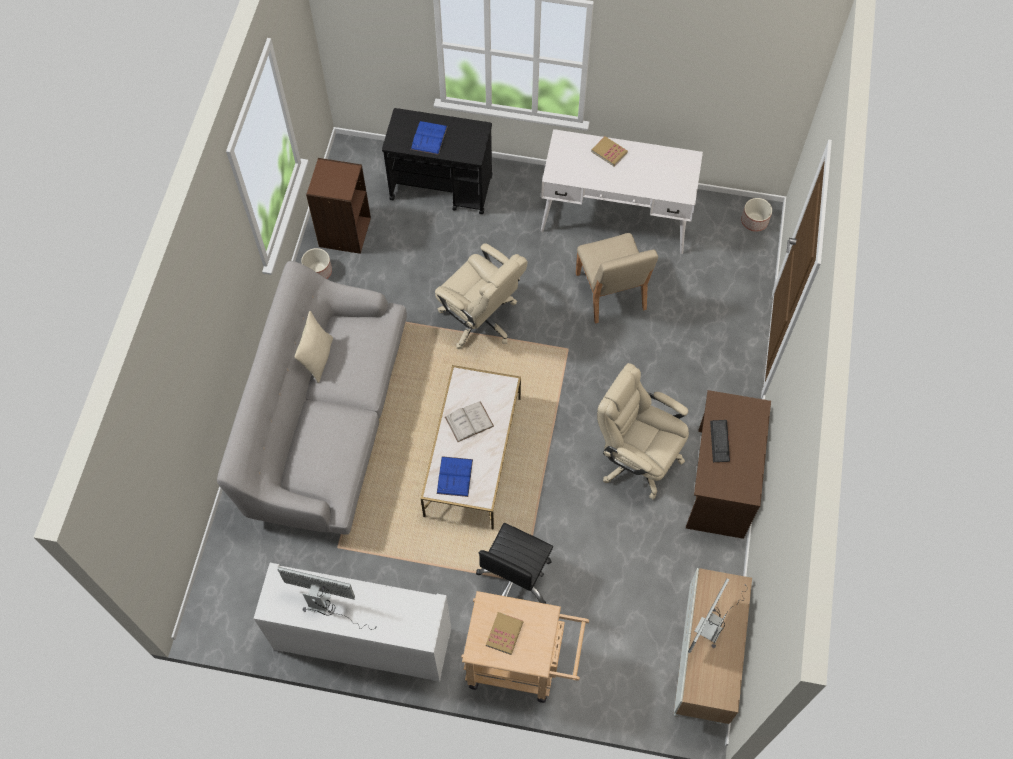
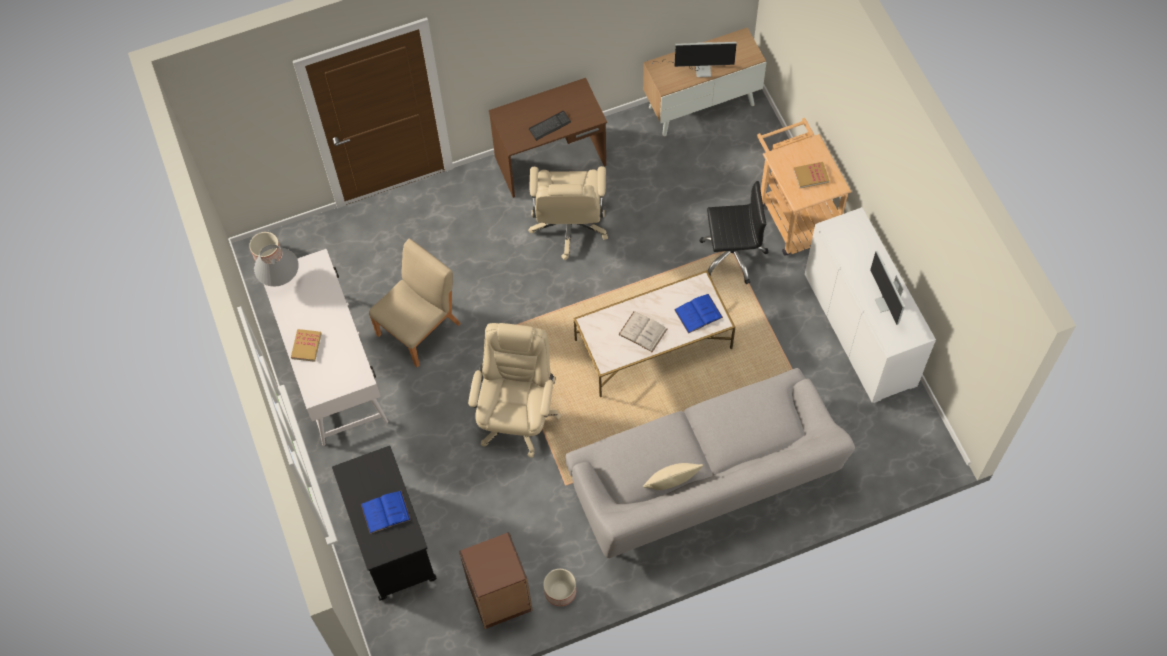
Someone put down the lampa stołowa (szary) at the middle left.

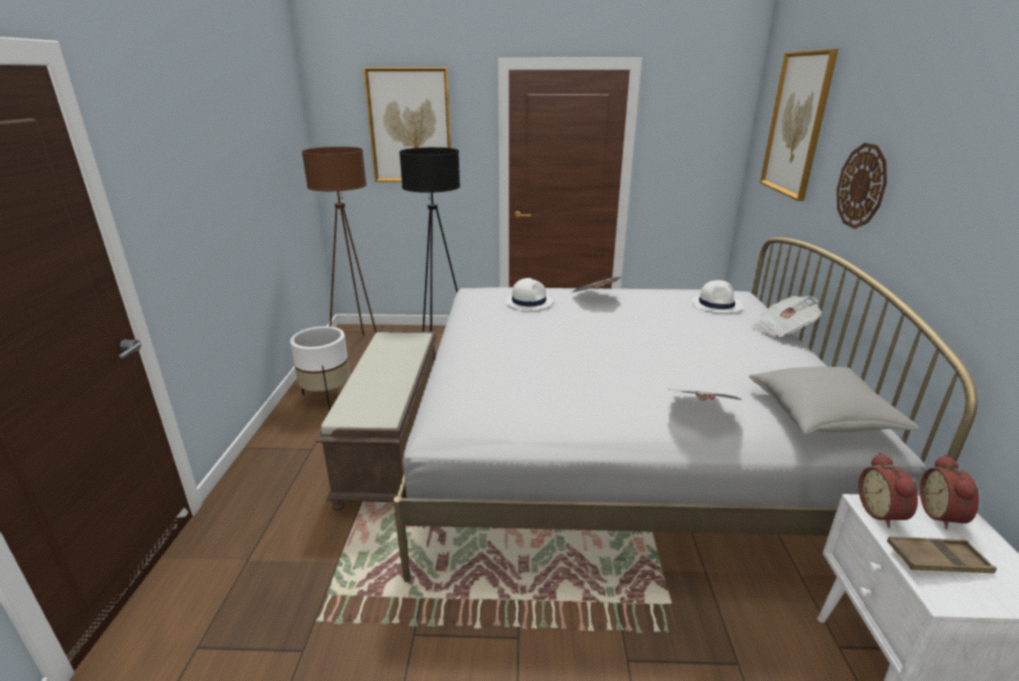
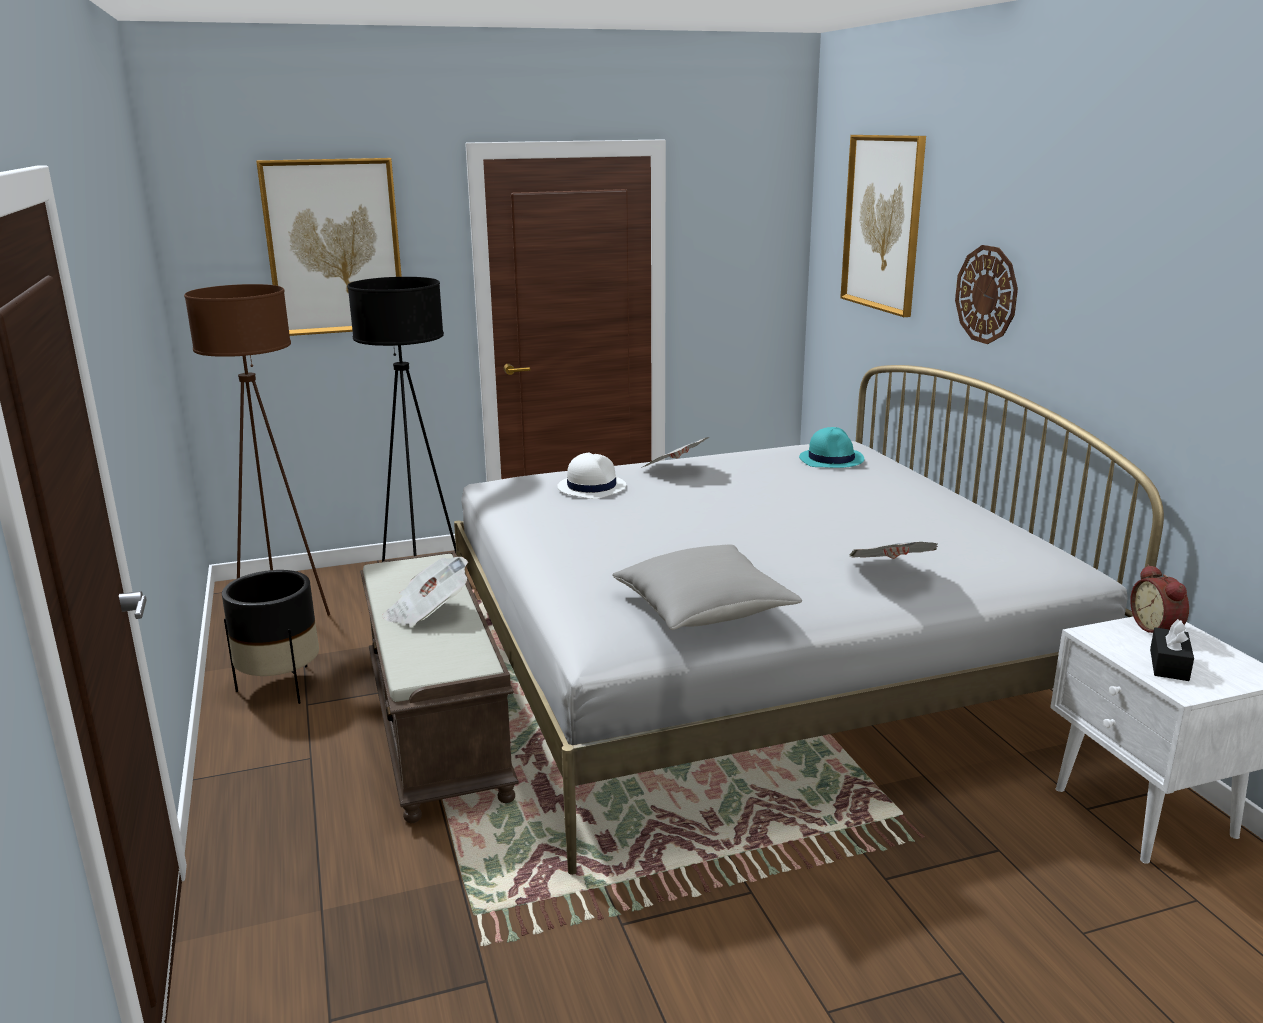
Someone took away the budzik (1st from left) at the bottom right. Someone carried the poduszka (szary) from the middle right to the centre. Someone carried the gazeta (3rd from left in the first image) from the middle right to the centre. Someone swapped the taca (brązowy) at the bottom right for the pudełko chusteczek (czarny) at the middle right. Someone repainted the donica (biały) at the middle left, which became the donica (czarny) at the middle left. Someone repainted the kapelusz (biały) (2nd from left) at the middle right, which became the kapelusz (turkusowy) at the centre.

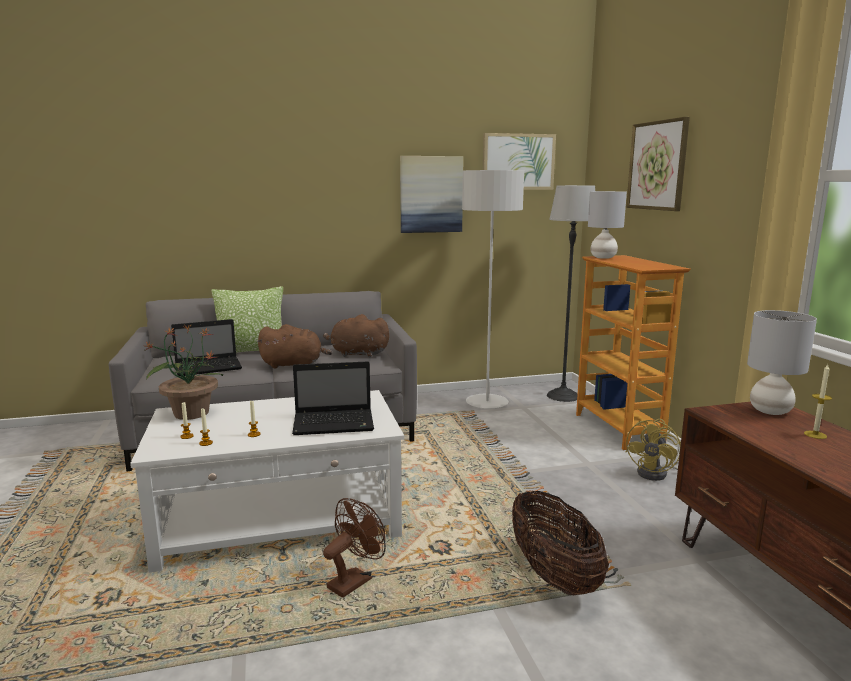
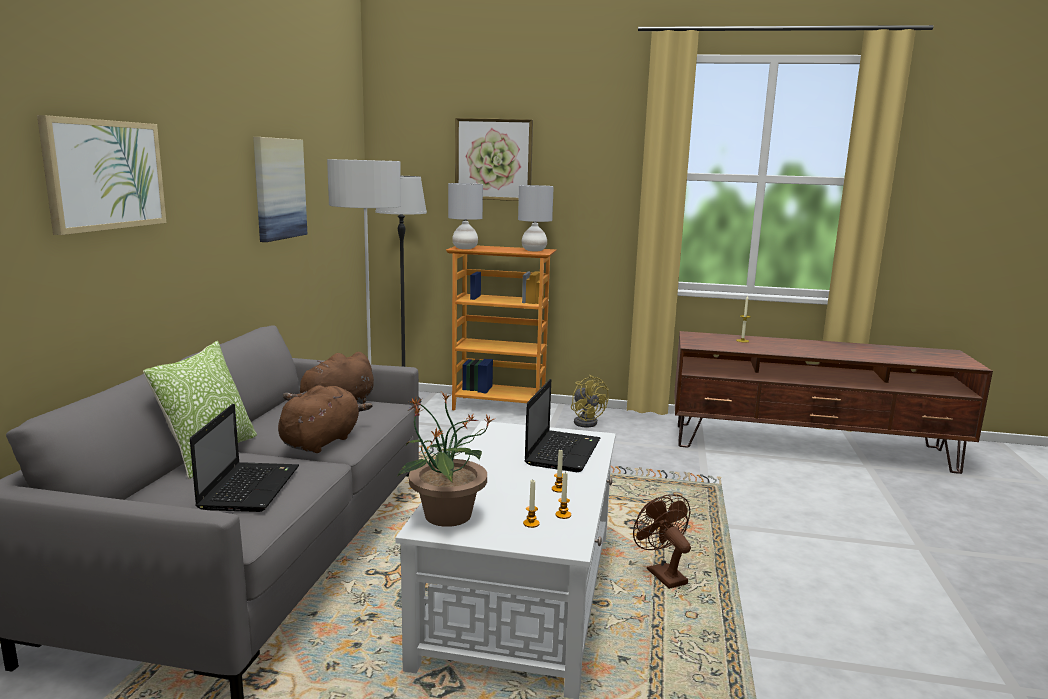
Someone took away the koszyk at the bottom centre. Someone carried the obraz (2nd from left in the first image) from the top centre to the top left. Someone carried the lampa stołowa (szary) (2nd from left) from the middle right to the top centre.

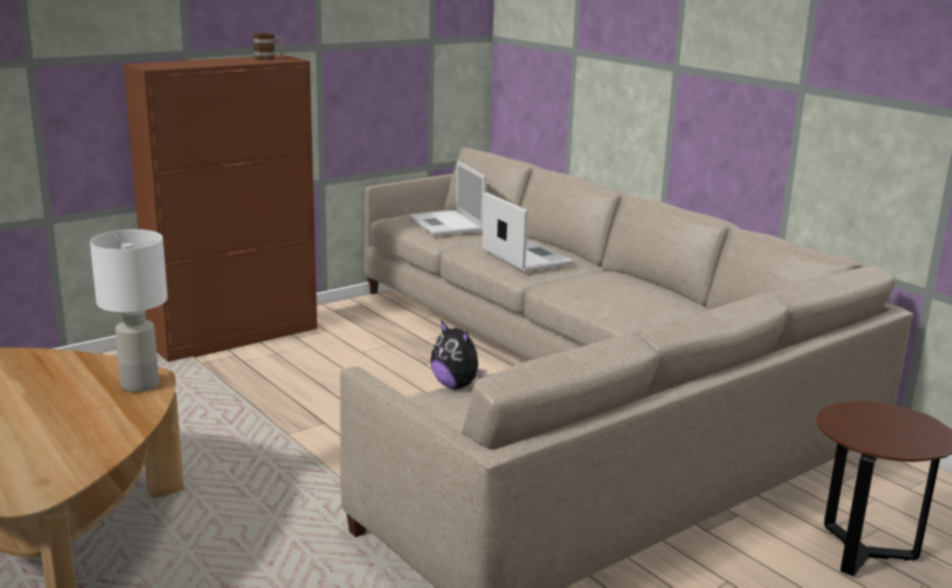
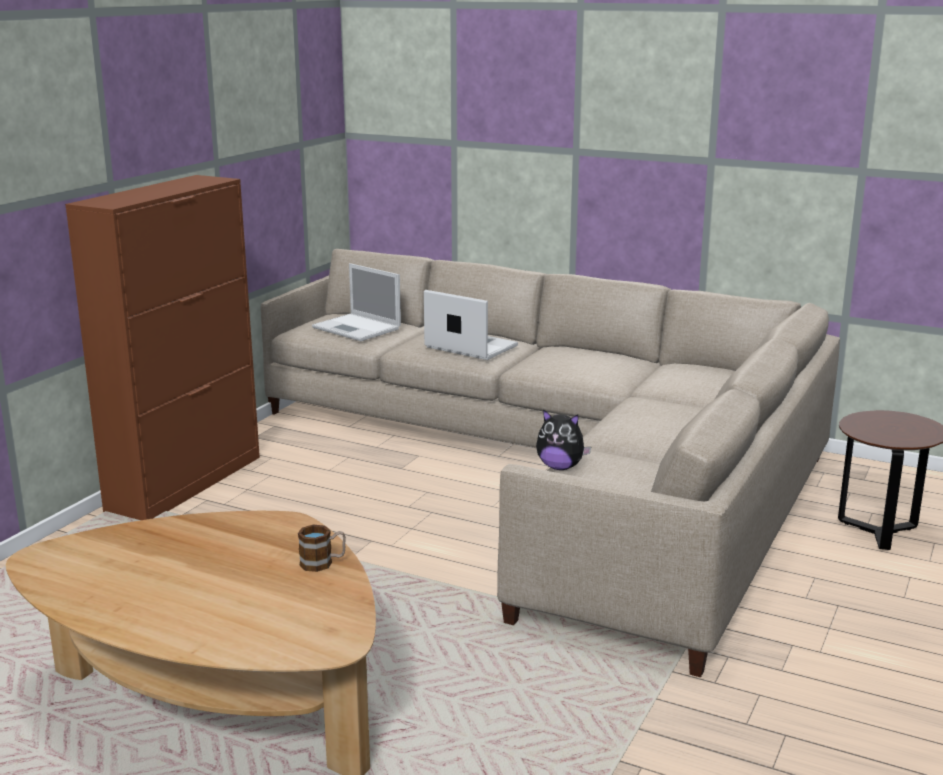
Someone took away the lampa stołowa (biały) at the middle left. Someone carried the kubek from the top left to the bottom centre.

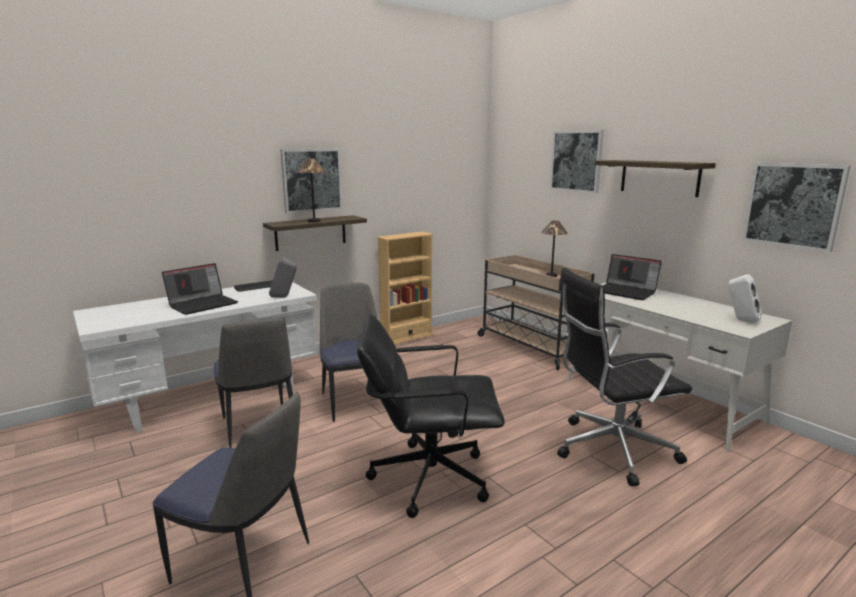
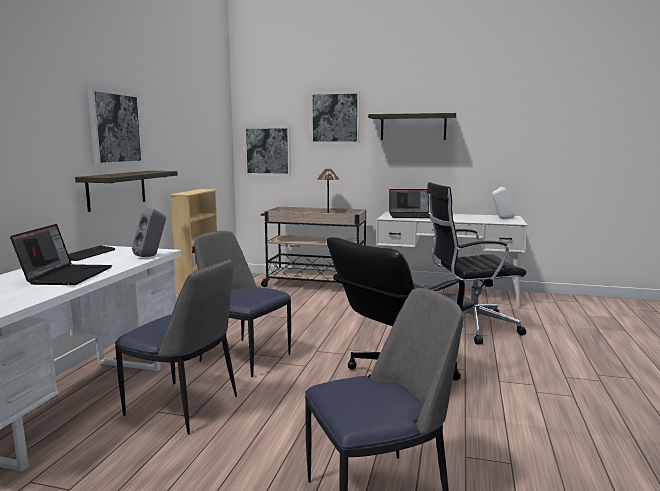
Someone took away the lampa stołowa (1st from left) at the top centre. Someone carried the obraz (3rd from left in the first image) from the middle right to the top centre. Someone rotated the krzesło biurowe (czarny) (2nd from left) at the middle right by 45 degrees clockwise.

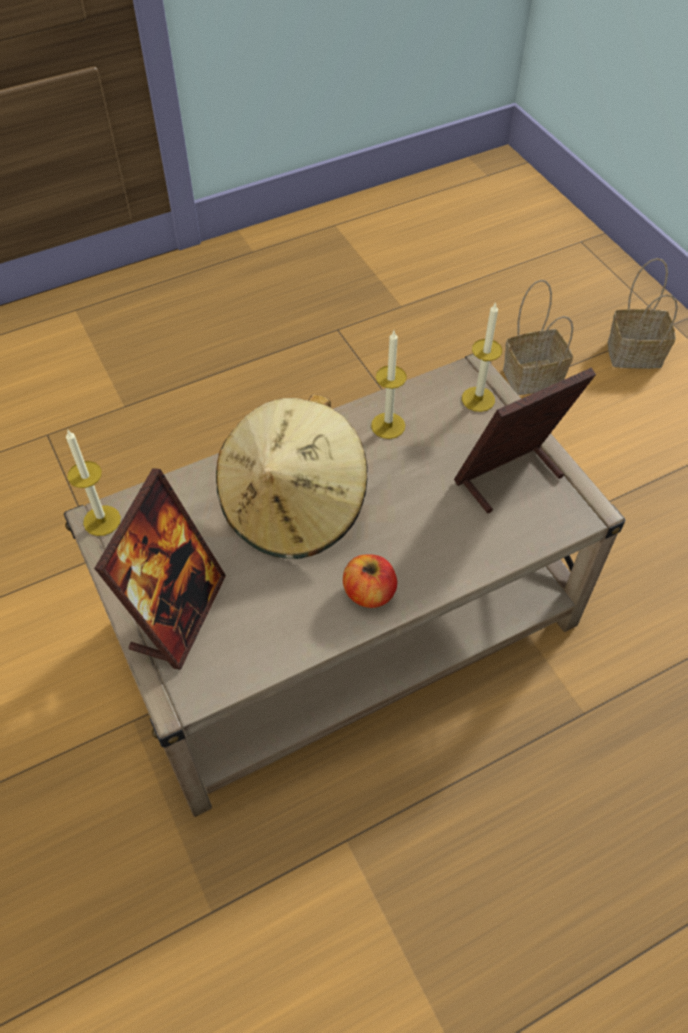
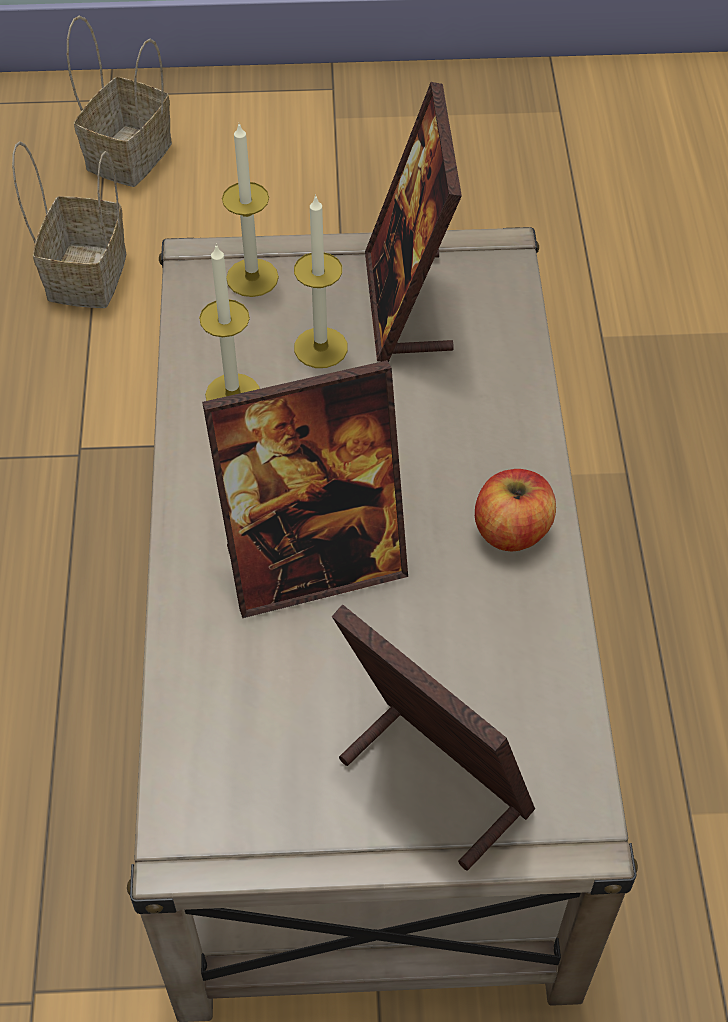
Someone carried the świeca (1st from left in the first image) from the middle left to the top centre. Someone swapped the kapelusz (beżowy) at the centre for the ramka na zdjęcie (1st from left) at the centre.

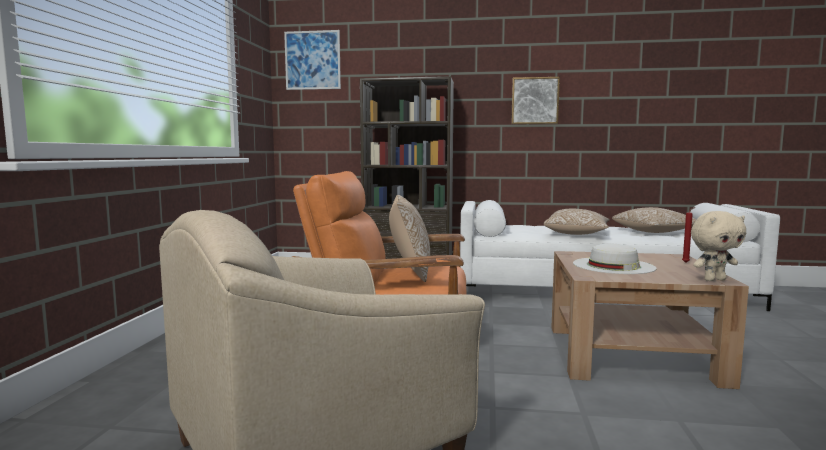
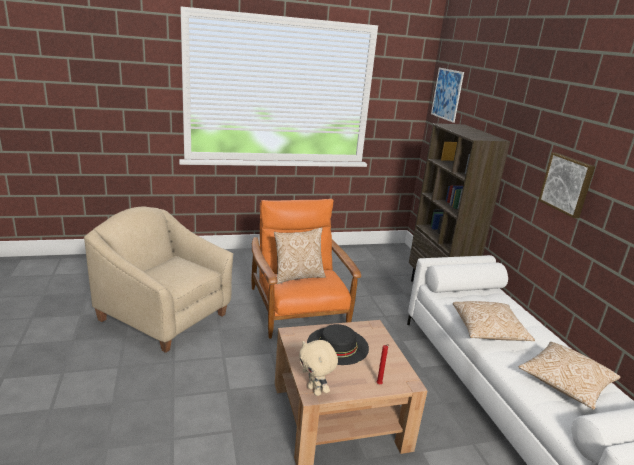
Someone repainted the kapelusz (biały) at the middle right, which became the kapelusz (czarny) at the bottom centre.

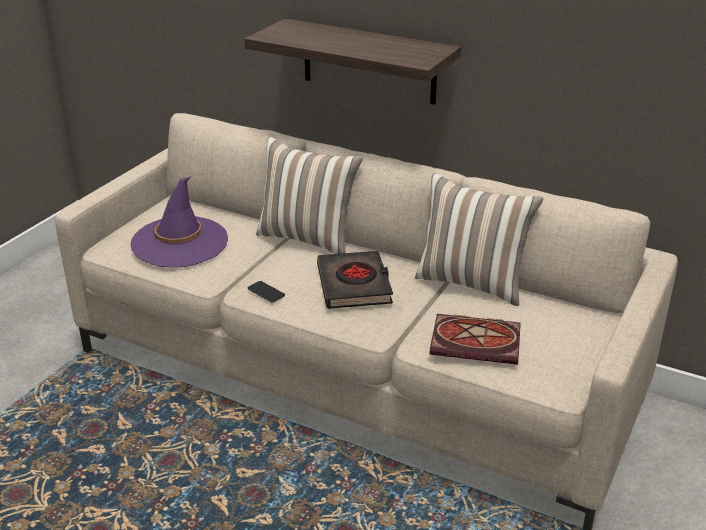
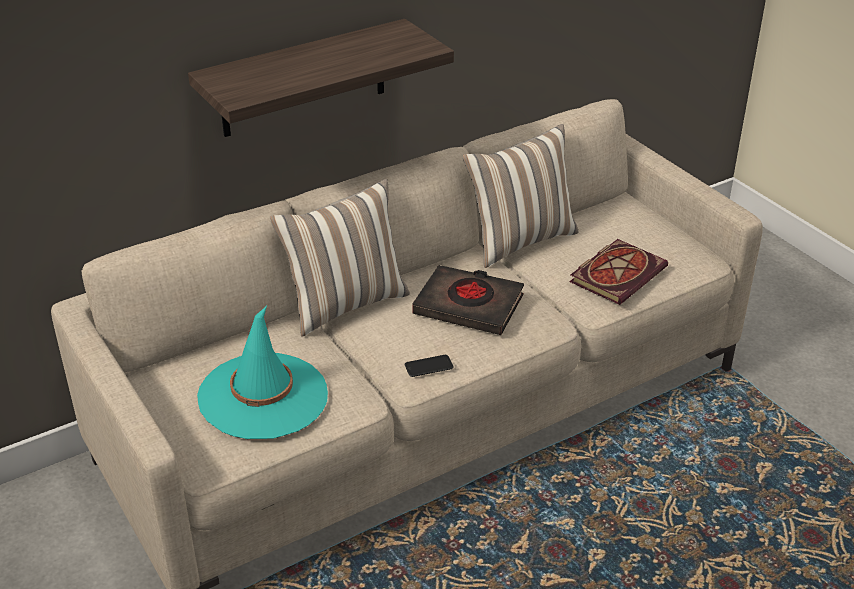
Someone repainted the kapelusz (fioletowy) at the middle left, which became the kapelusz (turkusowy) at the middle left.

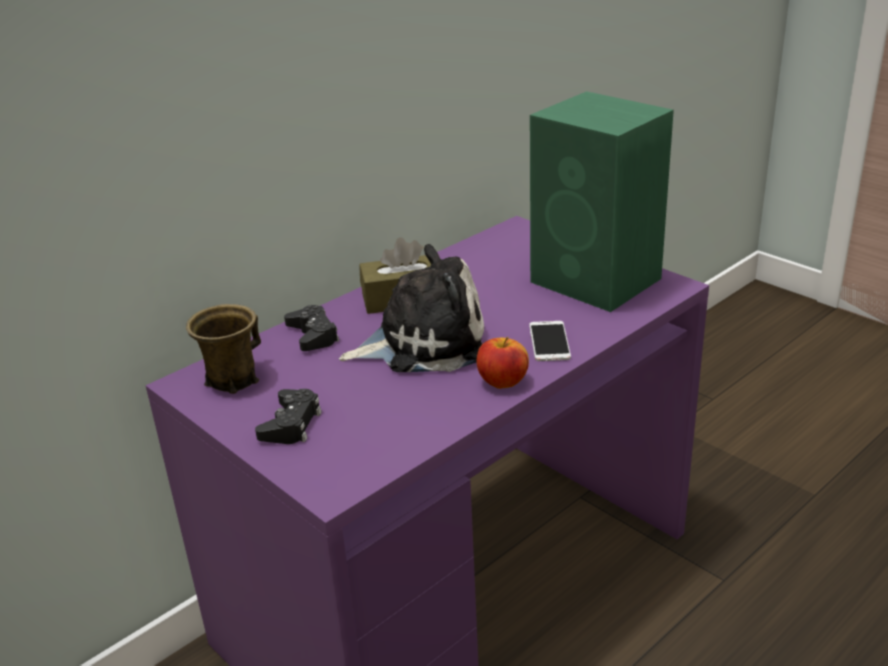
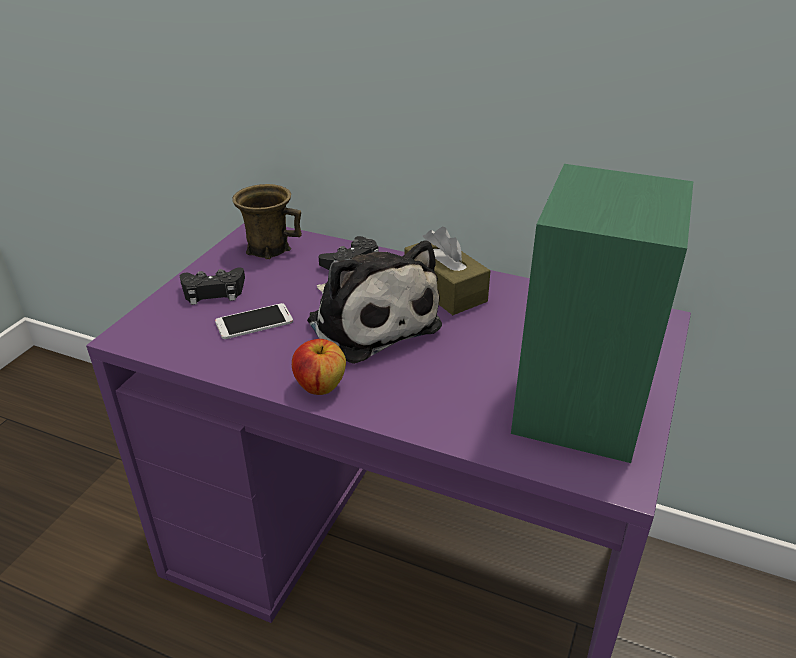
Someone carried the telefon from the centre to the middle left.

